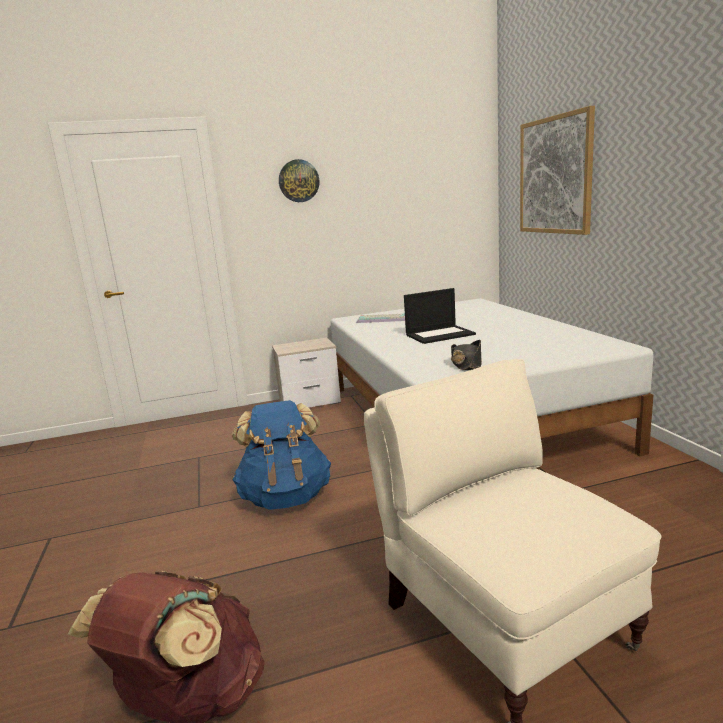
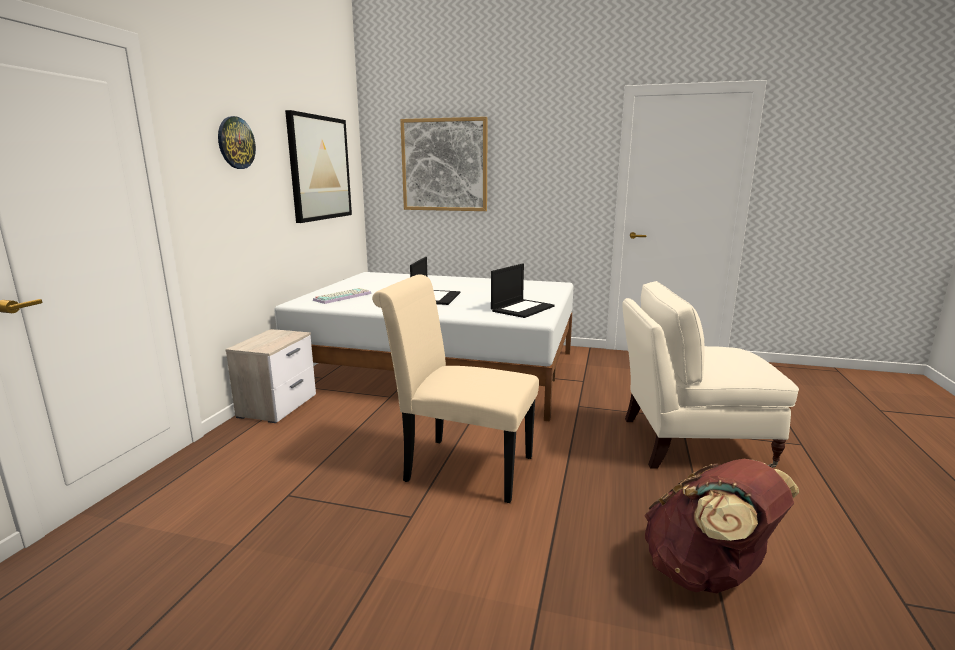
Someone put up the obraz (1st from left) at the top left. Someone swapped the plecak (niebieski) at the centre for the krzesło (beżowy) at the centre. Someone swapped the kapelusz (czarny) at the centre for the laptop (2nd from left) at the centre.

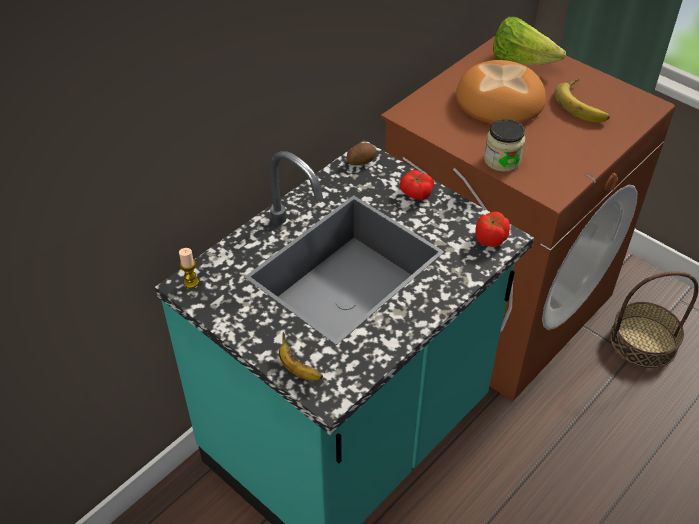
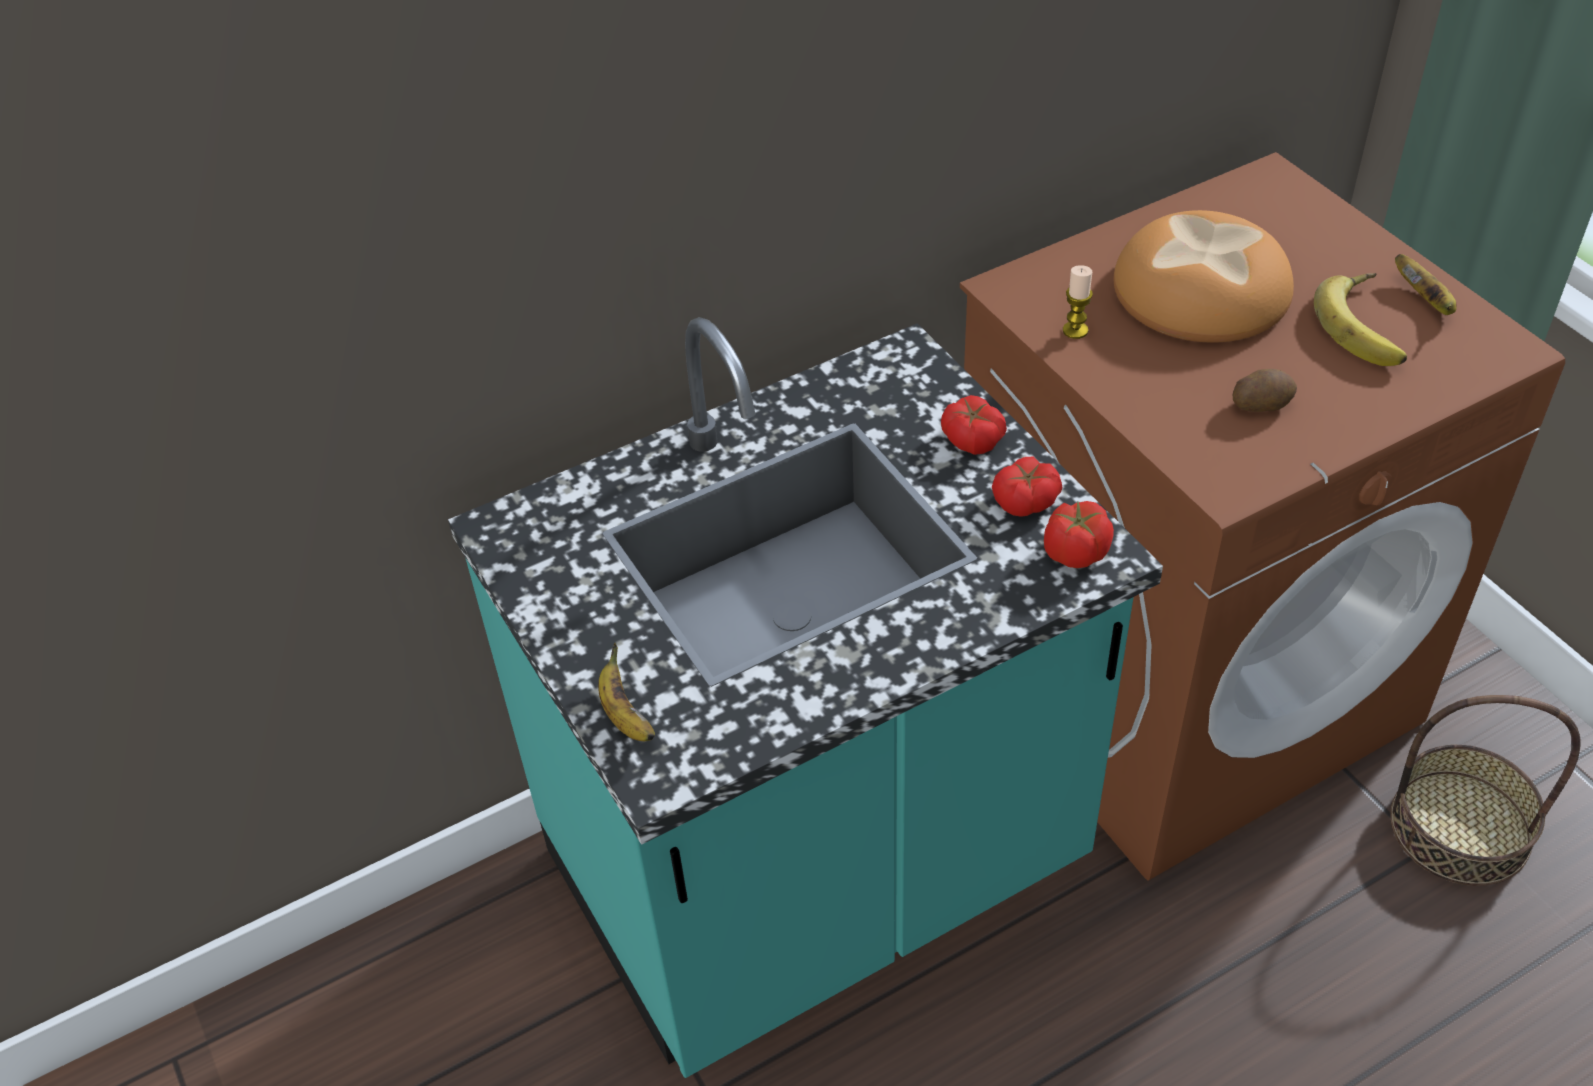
Someone took away the słoik at the top right. Someone took away the sałata at the top right. Someone put down the pomidor (2nd from left) at the centre. Someone put down the banan (3rd from left) at the top right. Someone carried the świeca from the middle left to the top right. Someone carried the ziemniak from the top centre to the middle right.

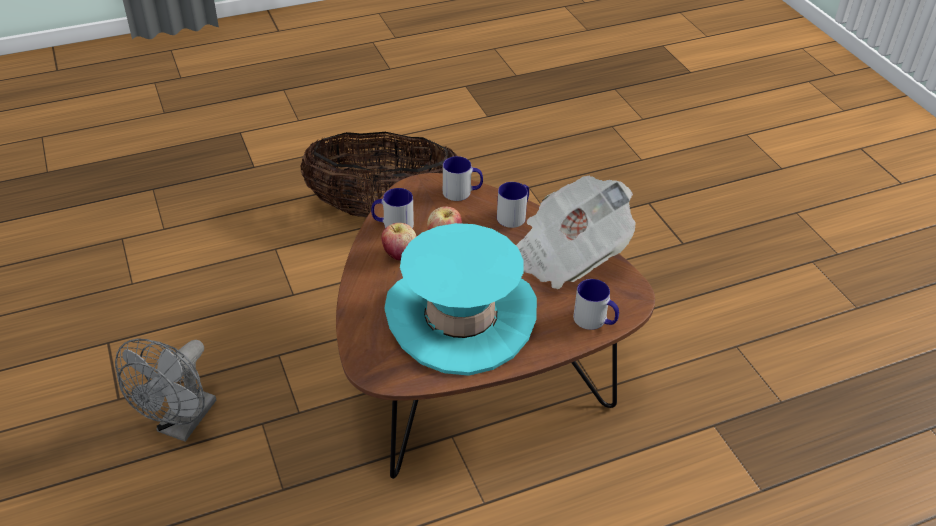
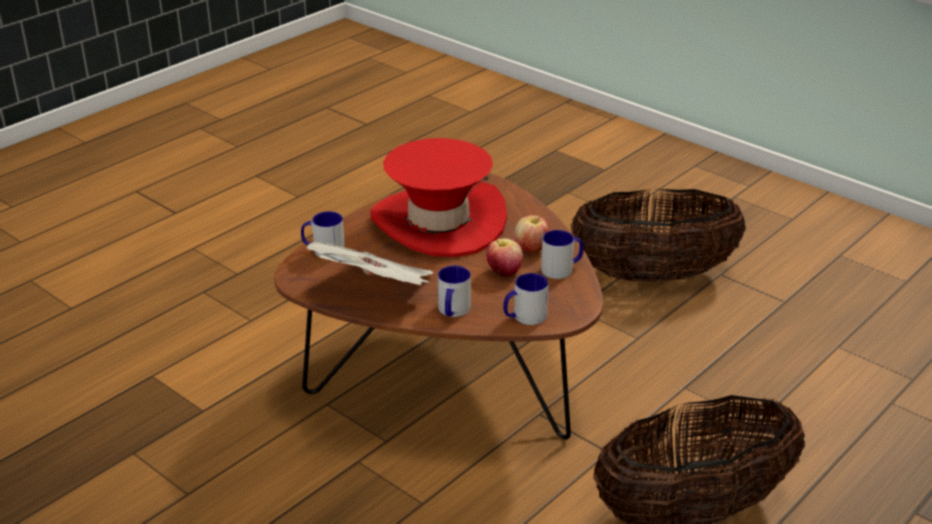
Someone swapped the wentylator (szary) at the bottom left for the koszyk (1st from left) at the middle right. Someone repainted the kapelusz (turkusowy) at the centre, which became the kapelusz (czerwony) at the centre.

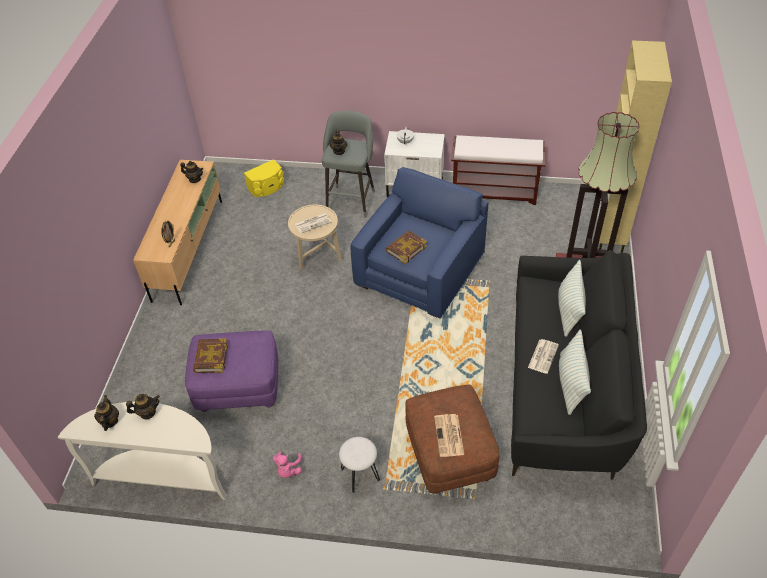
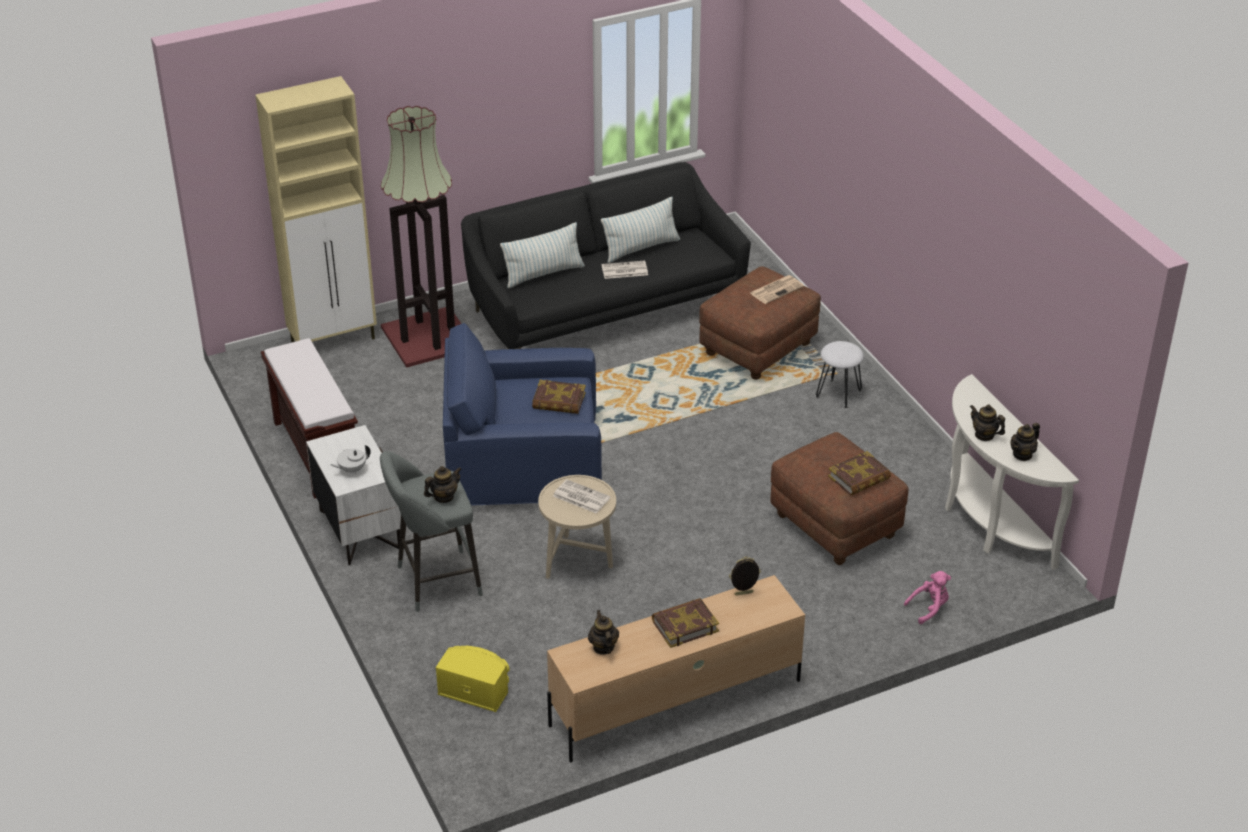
Someone put down the książka (2nd from left) at the bottom centre. Someone carried the pluszak (różowy) from the bottom centre to the bottom right. Someone repainted the pufa (fioletowy) at the middle left, which became the pufa (brązowy) (2nd from left) at the middle right.

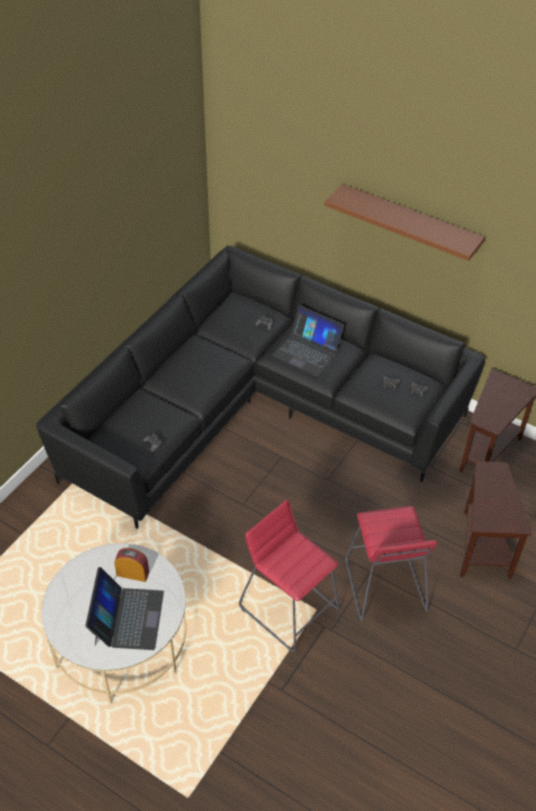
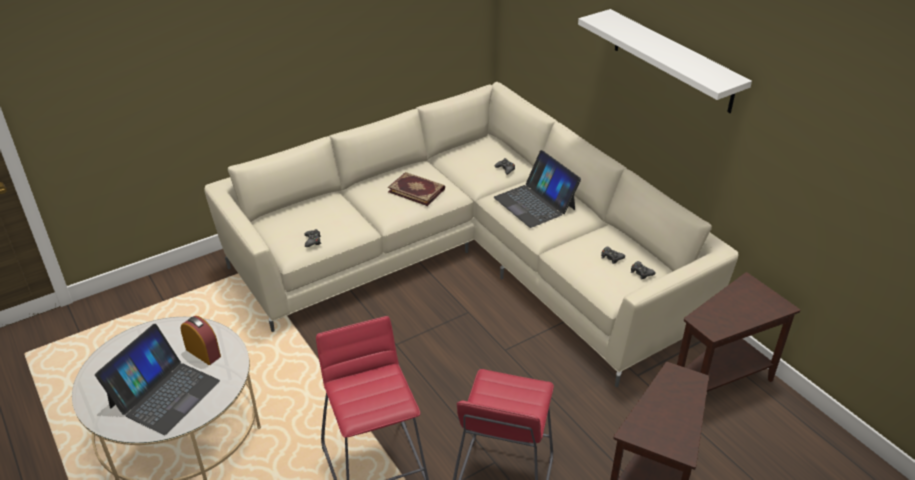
Someone put down the książka at the centre. Someone repainted the kanapa (czarny) at the centre, which became the kanapa (beżowy) at the centre. Someone repainted the półka (brązowy) at the top right, which became the półka (biały) at the top right.

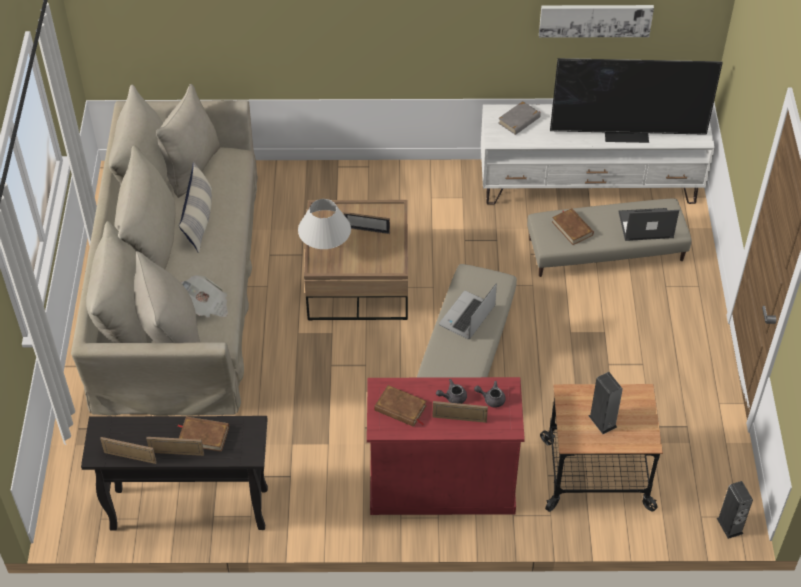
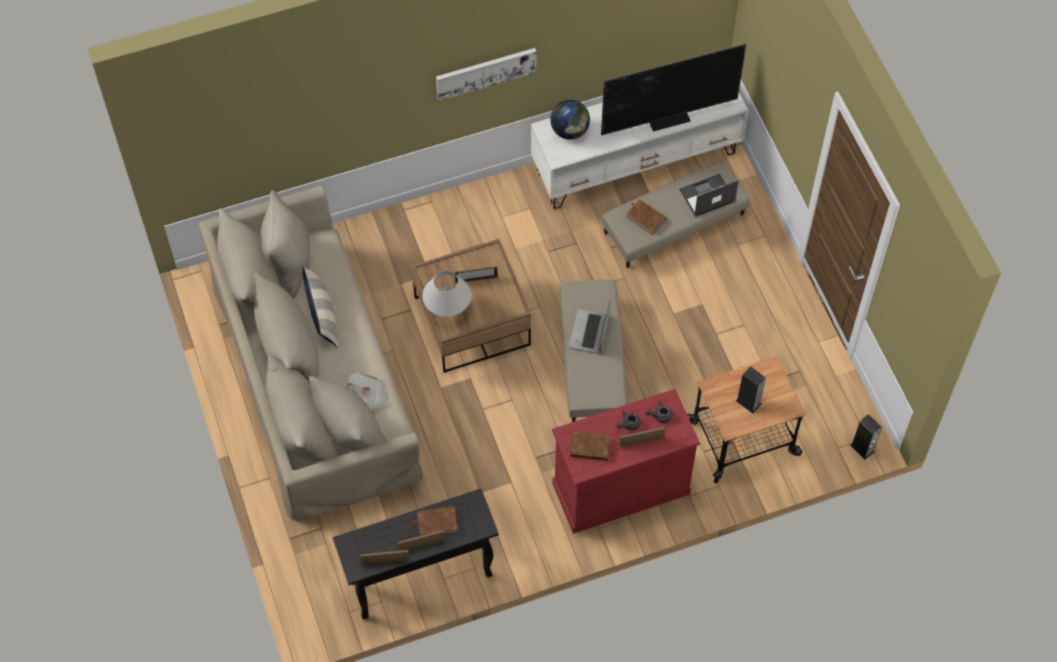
Someone carried the obraz from the top right to the top centre. Someone swapped the książka (szary) at the top centre for the globus at the top centre.

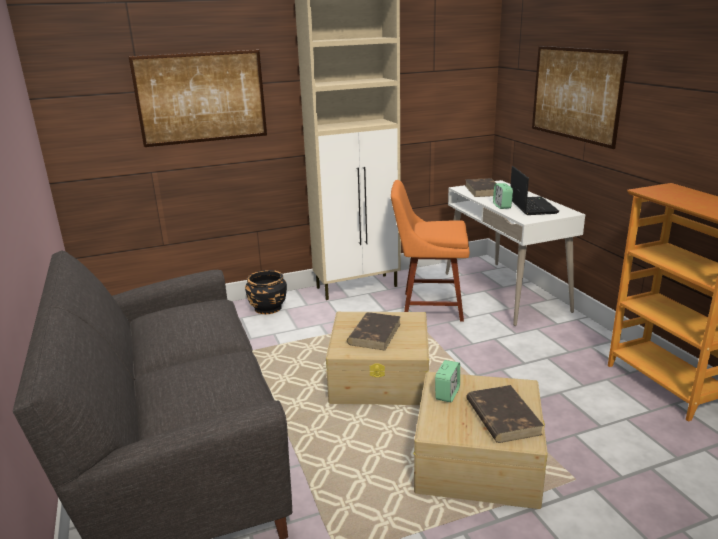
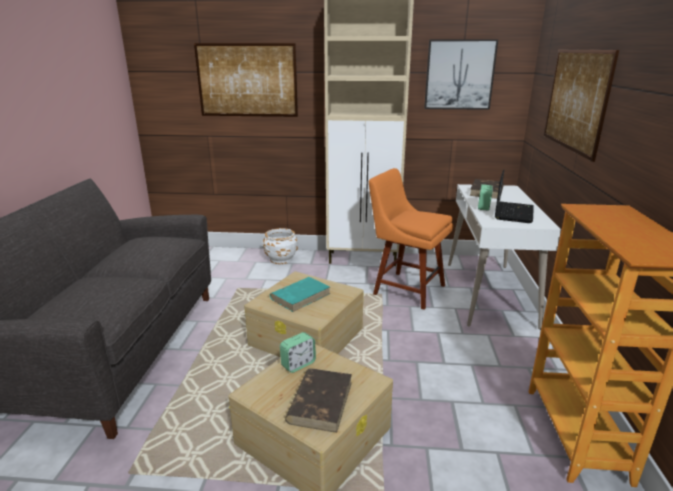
Someone put up the obraz (2nd from left) at the top right. Someone repainted the donica (czarny) at the centre, which became the donica (biały) at the centre. Someone repainted the książka (brązowy) (1st from left) at the centre, which became the książka (turkusowy) at the centre.

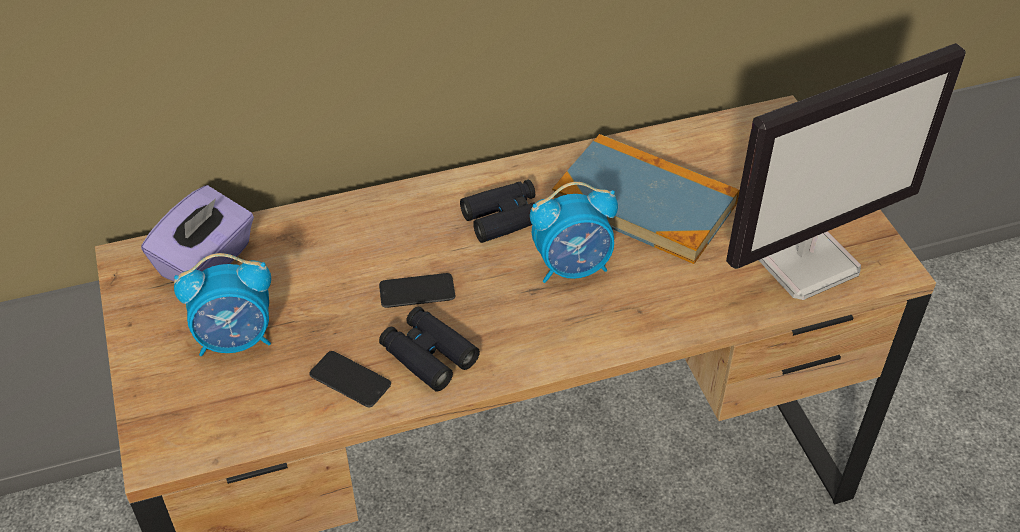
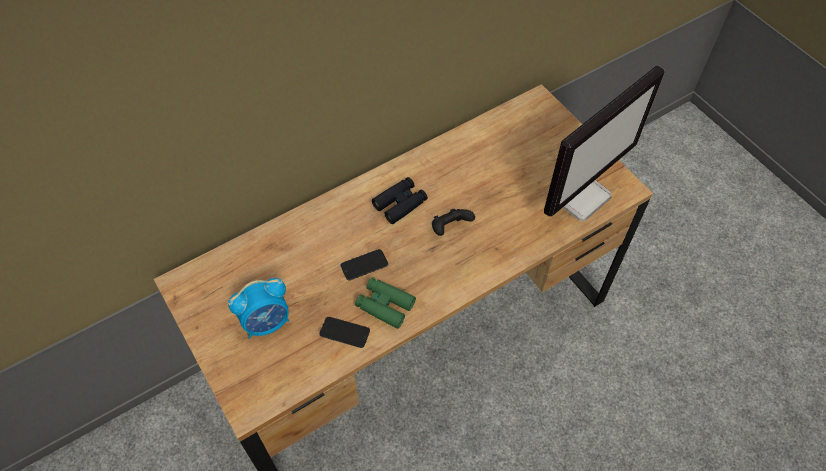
Someone took away the pudełko chusteczek (fioletowy) at the middle left. Someone took away the książka at the centre. Someone swapped the budzik (2nd from left) at the centre for the pad do gier (czarny) at the centre. Someone repainted the lornetka (czarny) (1st from left) at the centre, which became the lornetka (zielony) at the centre.

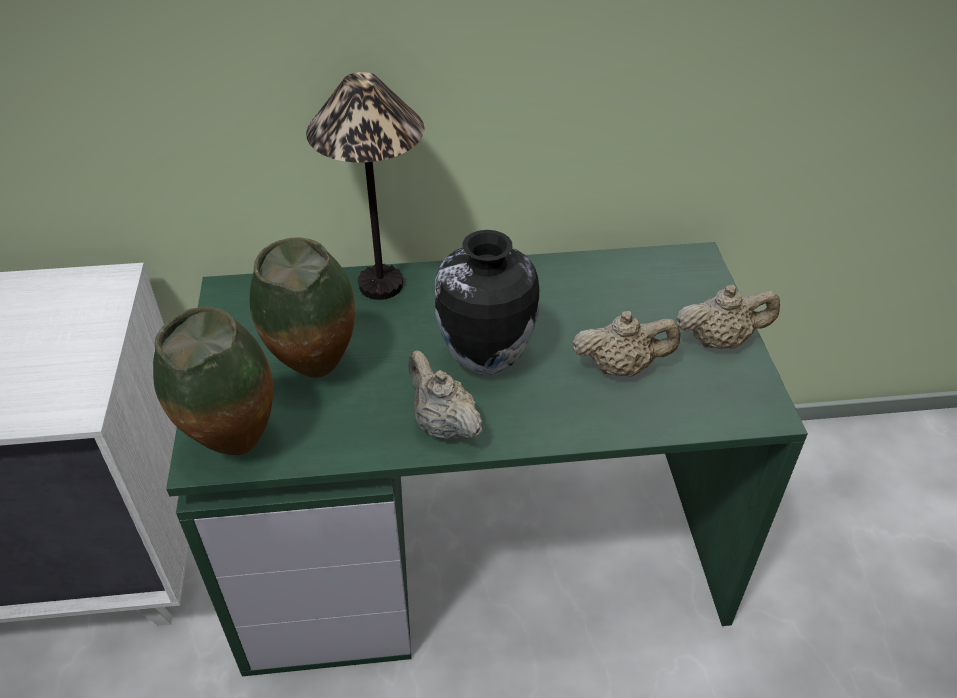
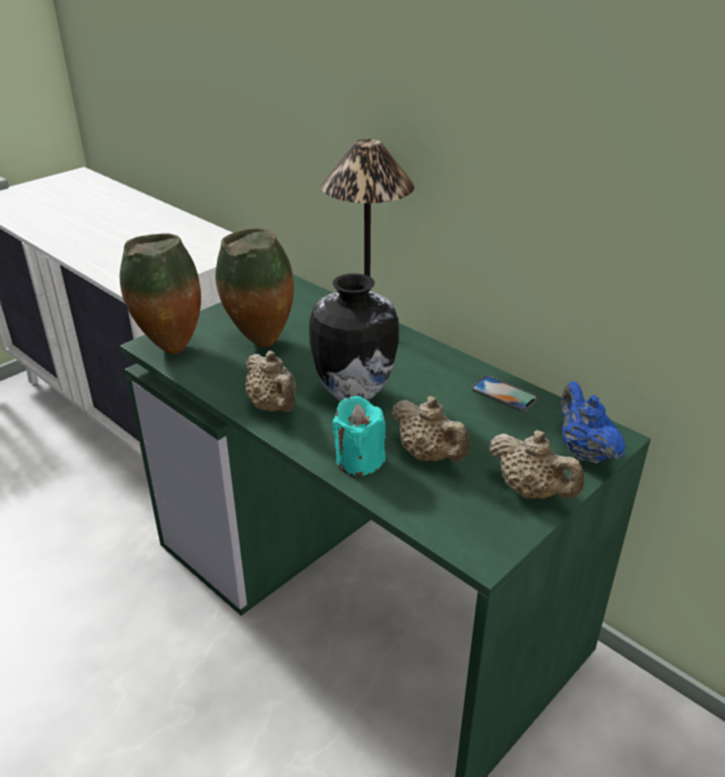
Someone put down the świeca (turkusowy) at the centre. Someone put down the telefon at the middle right. Someone put down the imbryk (niebieski) at the middle right. Someone rotated the imbryk (beżowy) (1st from left) at the centre by 135 degrees clockwise.

